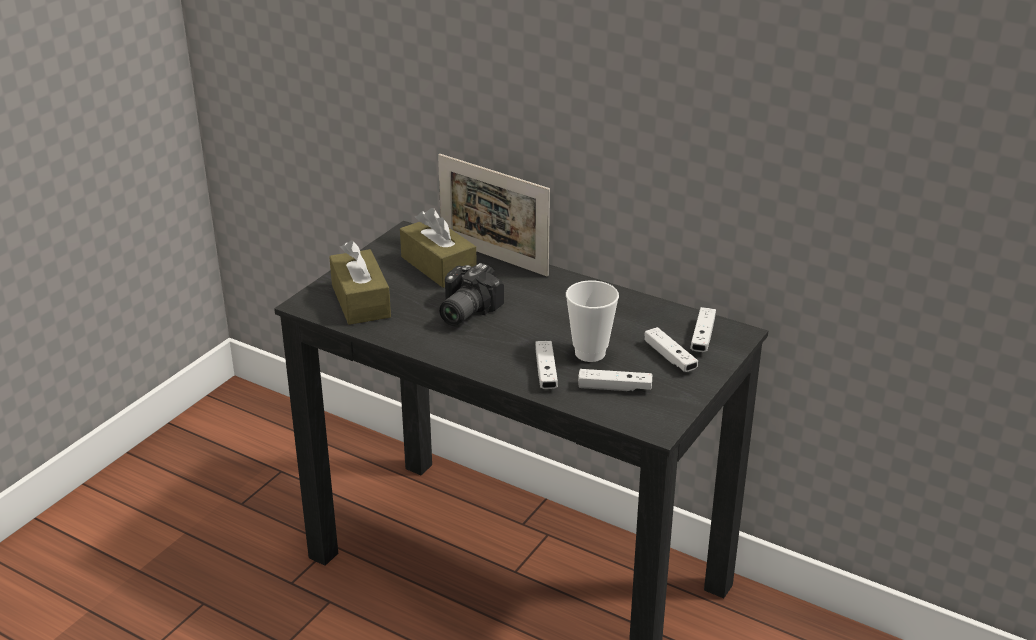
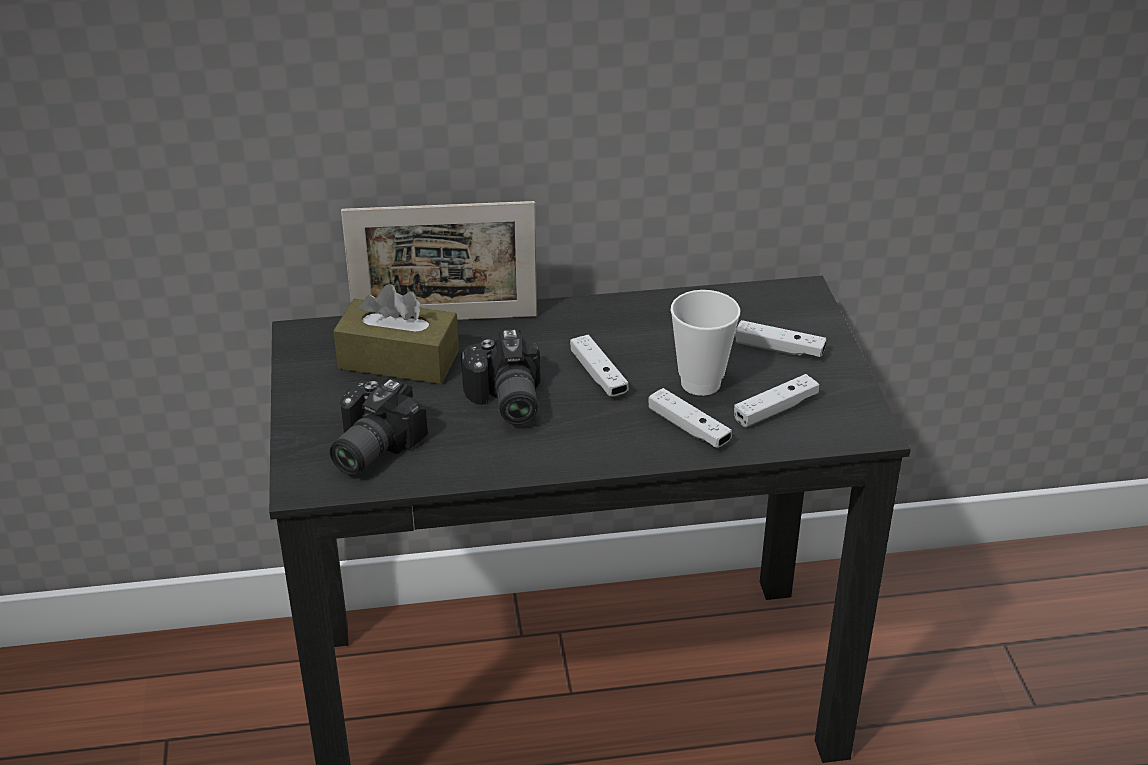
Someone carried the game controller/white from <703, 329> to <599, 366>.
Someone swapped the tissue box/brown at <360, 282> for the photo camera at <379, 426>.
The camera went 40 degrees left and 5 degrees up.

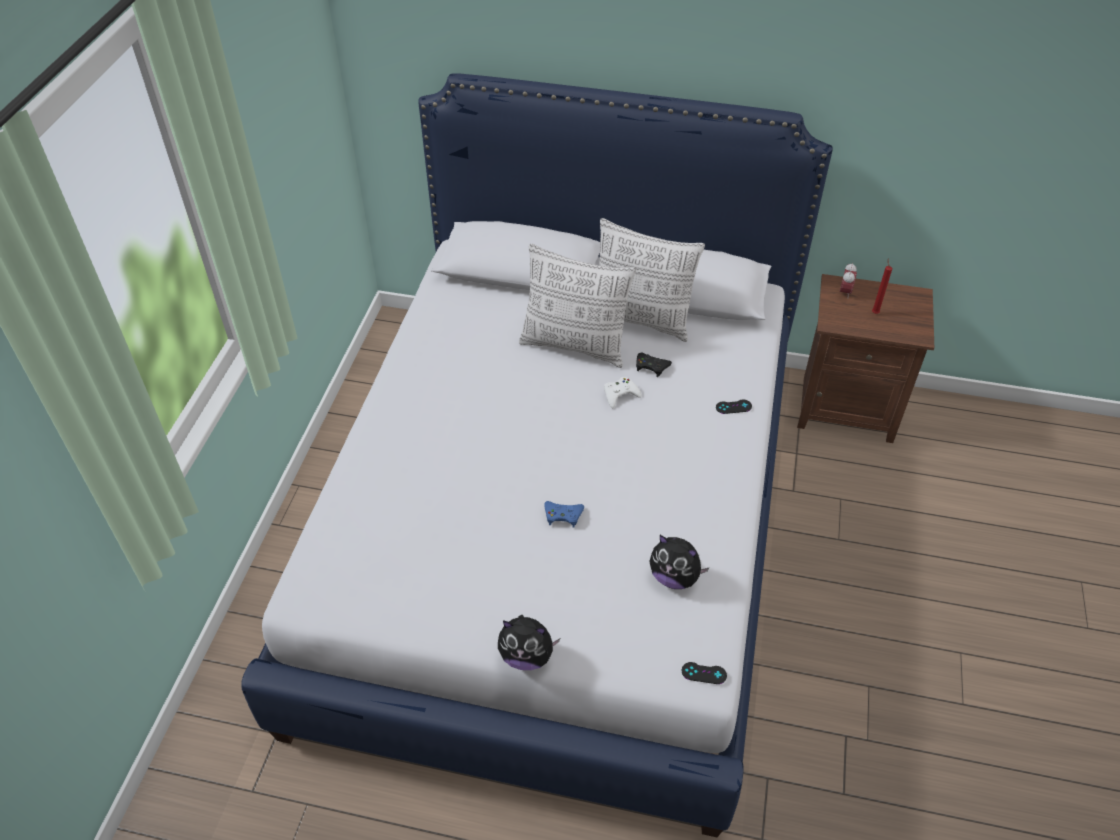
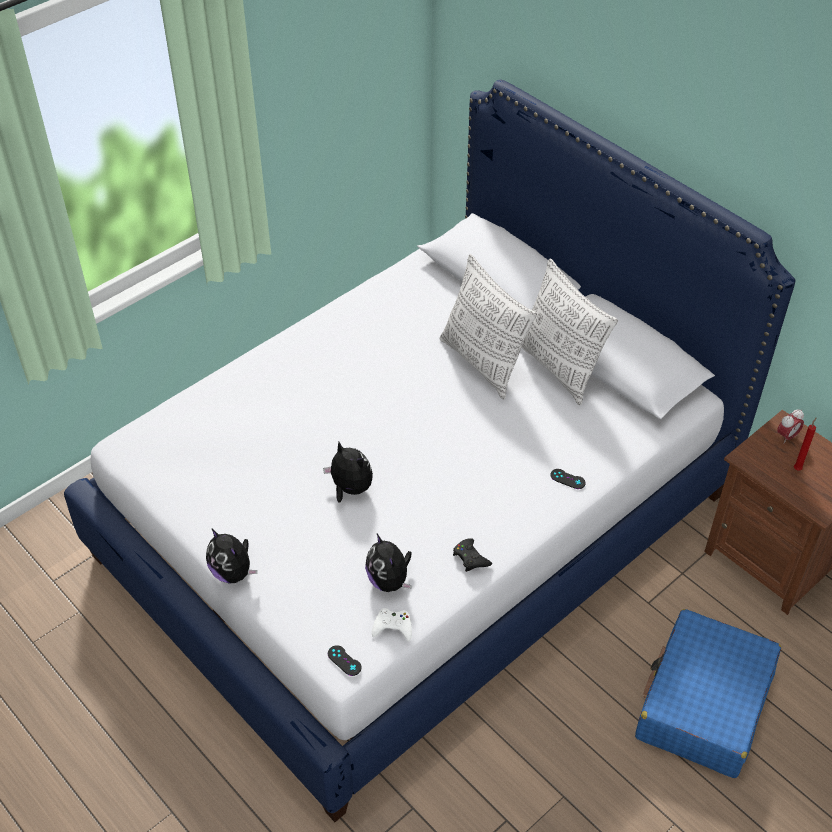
Someone put down the suitcase/blue at <708, 693>.
Someone carried the game controller/white from <623, 393> to <392, 625>.
Someone carried the game controller/black from <654, 365> to <472, 555>.
Someone swapped the game controller/blue at <564, 514> for the plush toy at <348, 472>.
The camera went 35 degrees right and 0 degrees up.

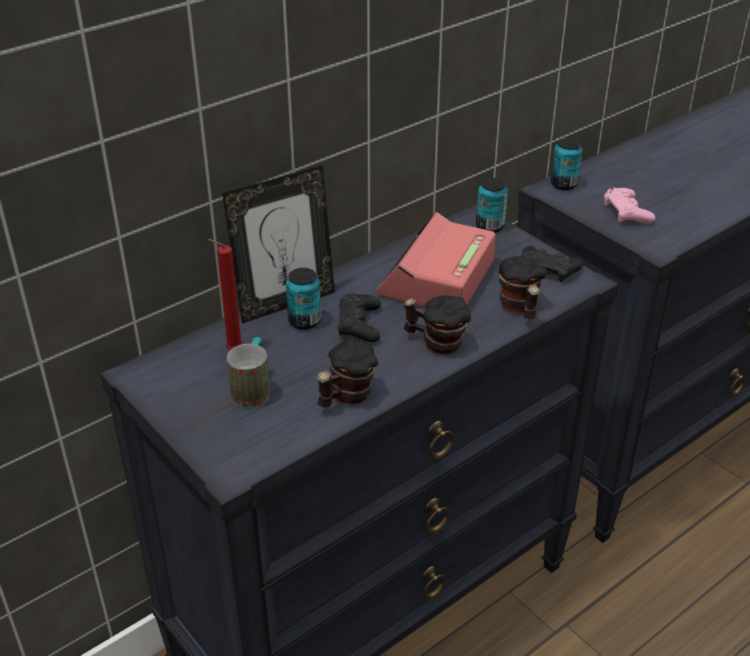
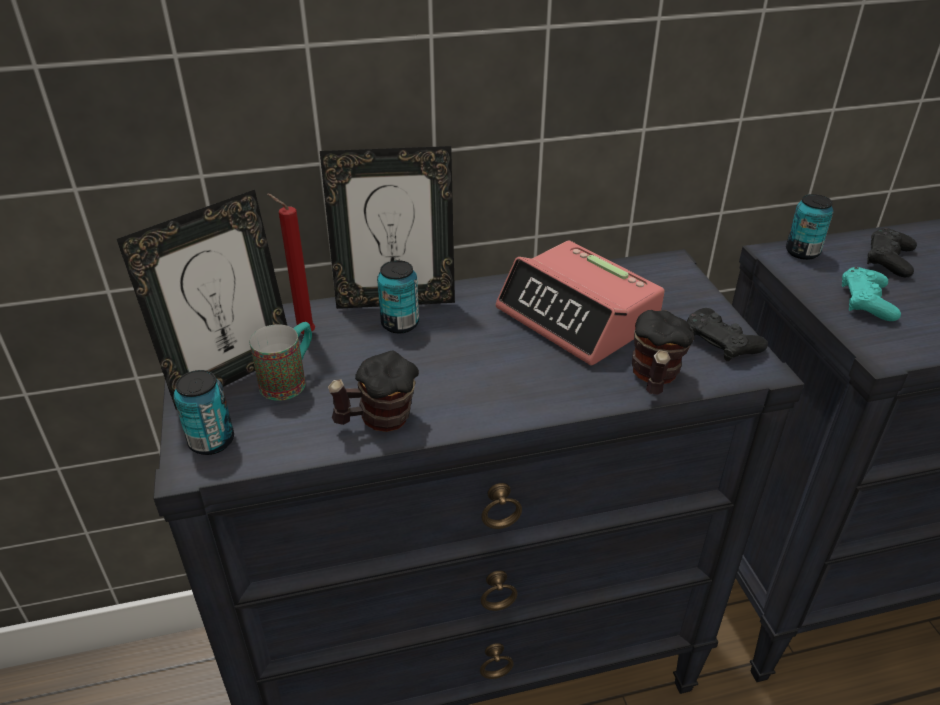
Someone took away the mug at <437, 325>.
Someone put down the picture frame at <202, 299>.
Someone carried the game controller/black from <359, 317> to <892, 253>.
Someone carried the can from <492, 205> to <204, 412>.
Someone repainted the game controller/pink at <629, 206>, which became the game controller/turquoise at <871, 294>.
Someone rotated the alarm clock at <436, 259> by 90 degrees counterclockwise.
The camera went 25 degrees right and 0 degrees up.

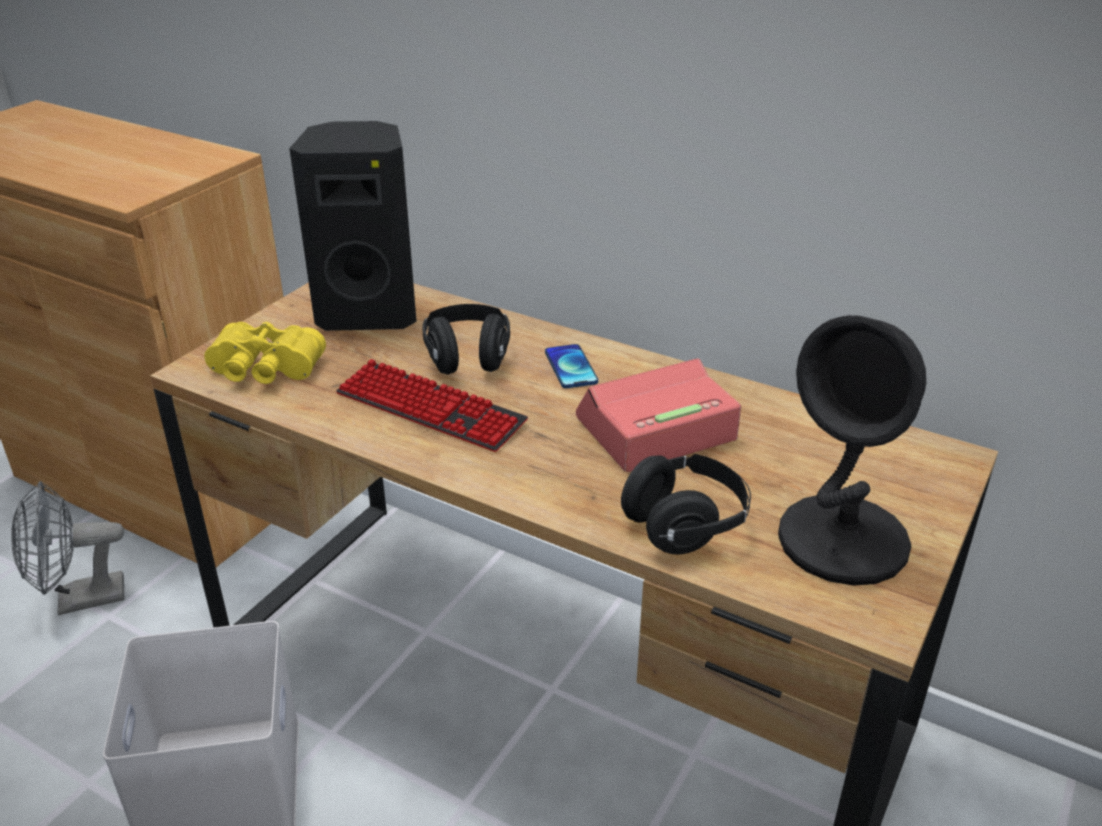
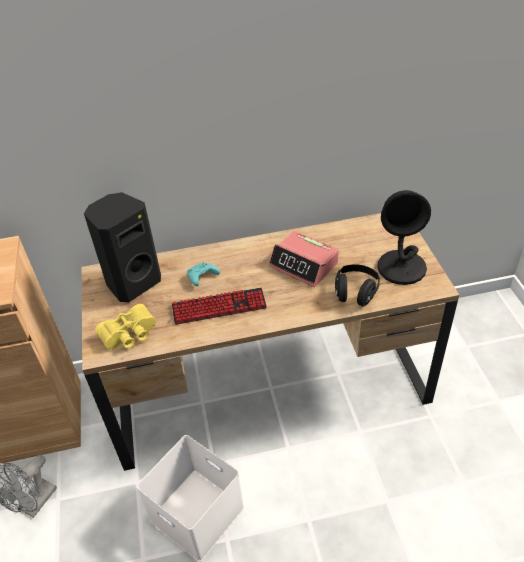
Someone took away the phone at <571, 366>.
Someone swapped the headphones/black at <466, 339> for the game controller/turquoise at <203, 274>.
Someone rotated the alarm clock at <658, 415> by 75 degrees counterclockwise.
The camera went 40 degrees left and 10 degrees up.

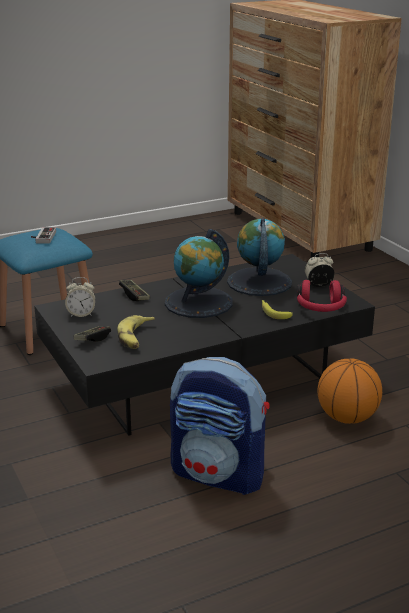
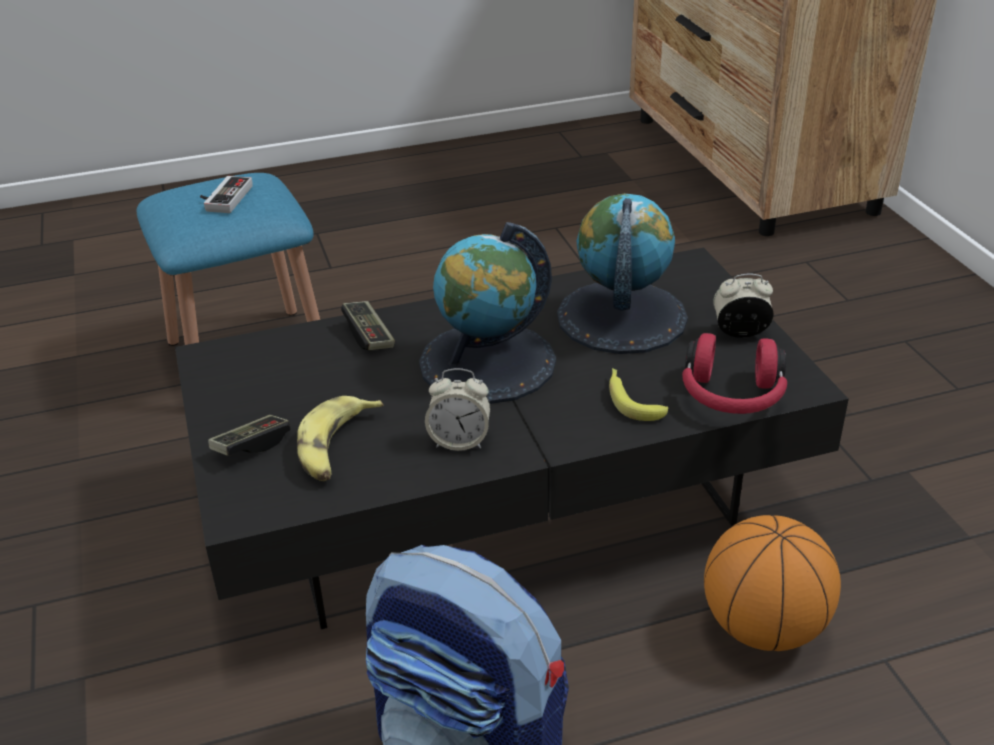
Someone carried the alarm clock from <80, 297> to <457, 409>.
The camera went 10 degrees right and 10 degrees up.

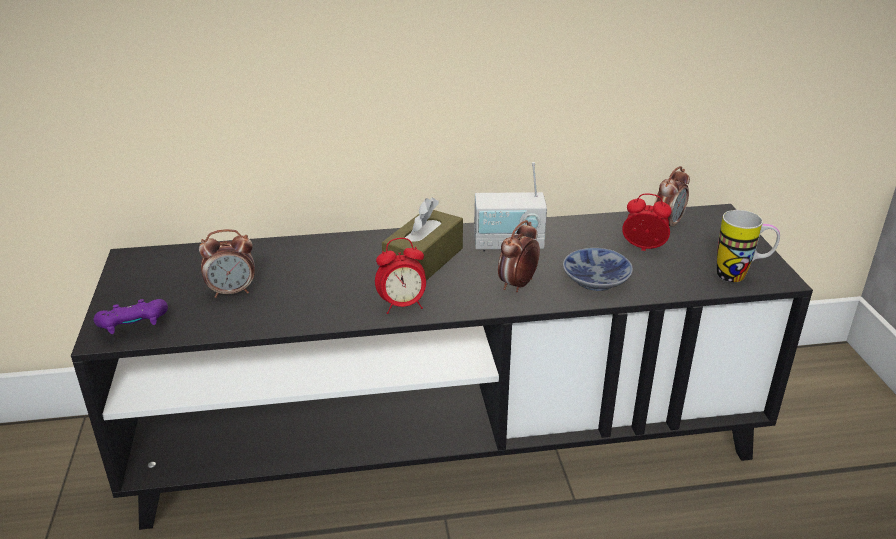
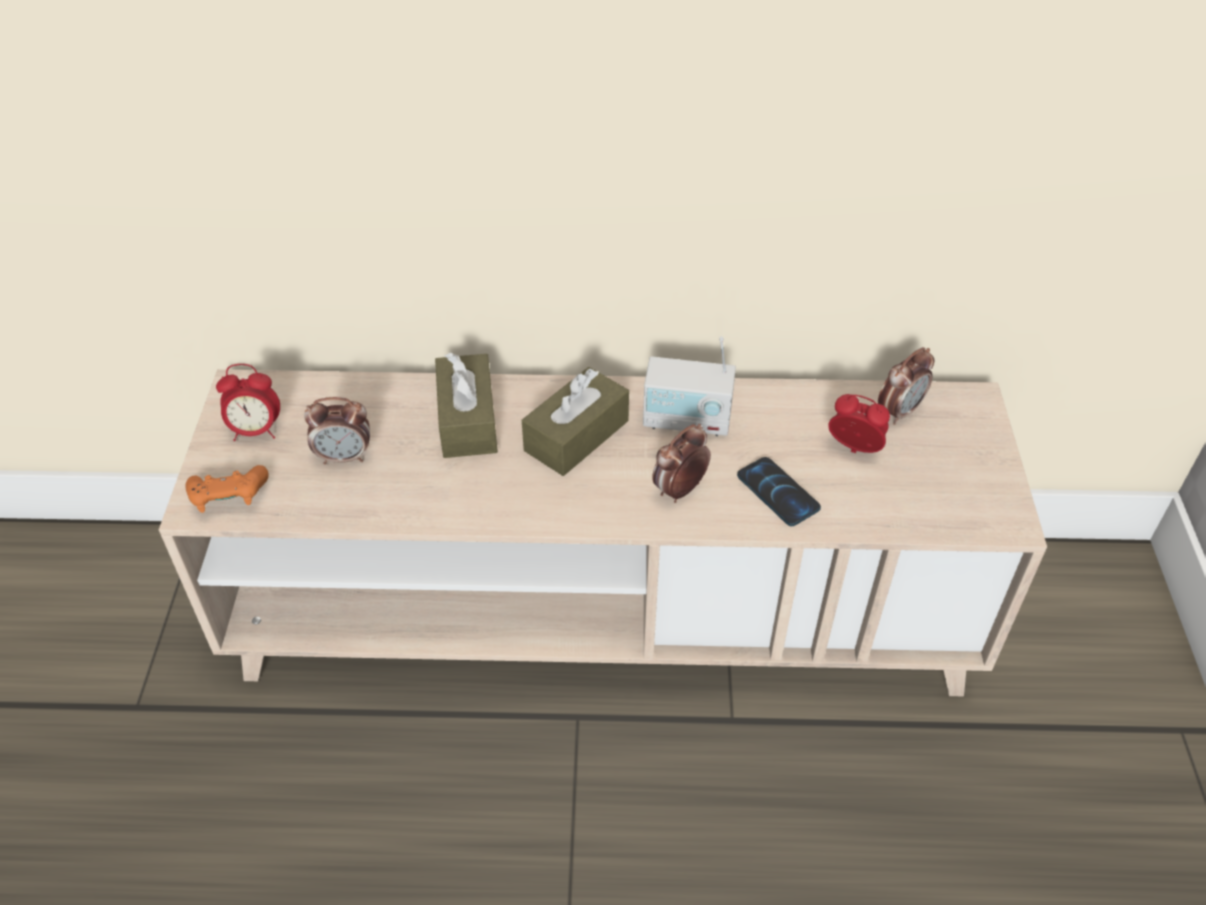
Someone took away the mug at <748, 246>.
Someone put down the tissue box/brown at <466, 405>.
Someone carried the alarm clock from <400, 276> to <248, 402>.
Someone swapped the bowl at <598, 269> for the phone at <779, 492>.
Someone repainted the tv stand/black at <442, 367>, which became the tv stand/beige at <603, 532>.
Someone repainted the game controller/purple at <131, 316>, which became the game controller/orange at <227, 489>.
The camera went 10 degrees right and 15 degrees up.

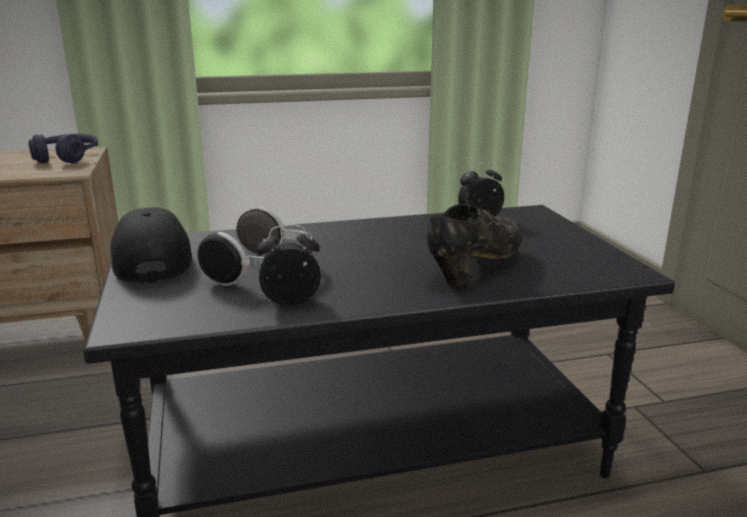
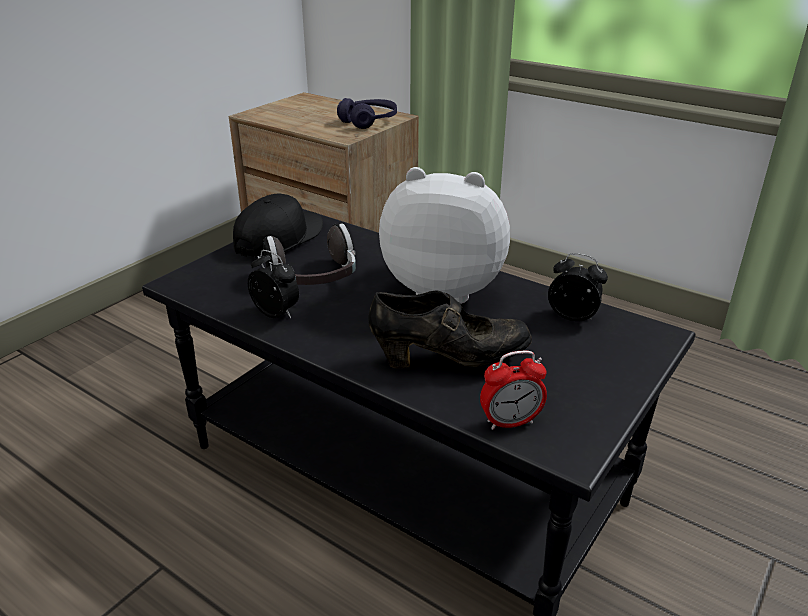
Someone put down the plush toy at <444, 235>.
Someone put down the alarm clock at <513, 390>.
The camera went 50 degrees right and 10 degrees up.

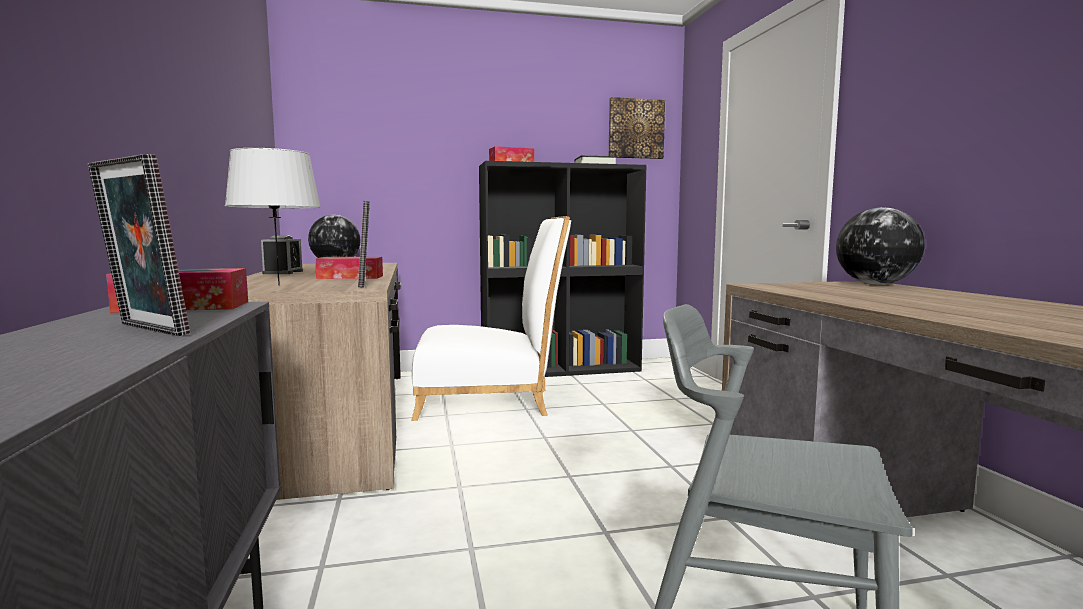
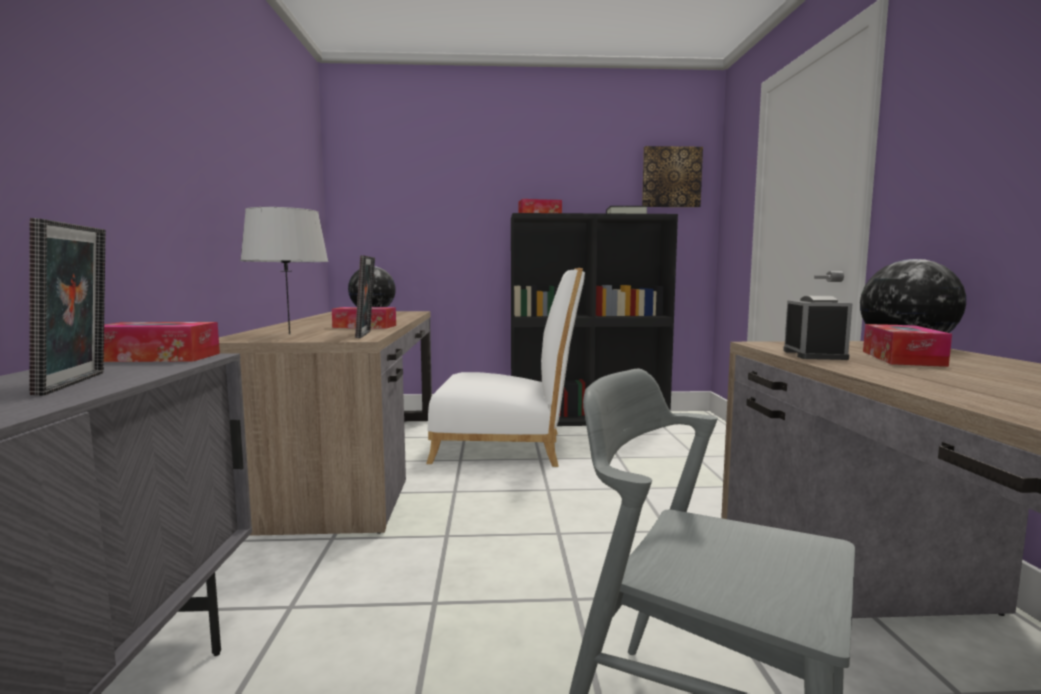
Someone put down the tissue box at <907, 345>.
Someone carried the alarm clock from <282, 255> to <818, 328>.
Someone rotated the picture frame at <139, 245> by 150 degrees counterclockwise.
The camera went 10 degrees right and 0 degrees up.

